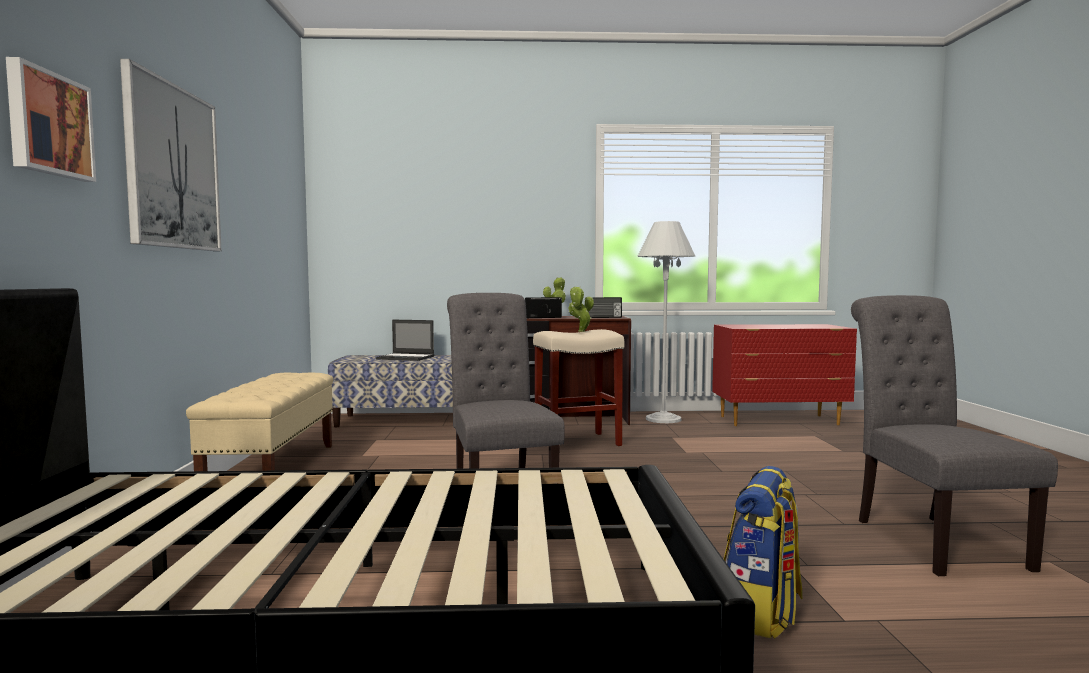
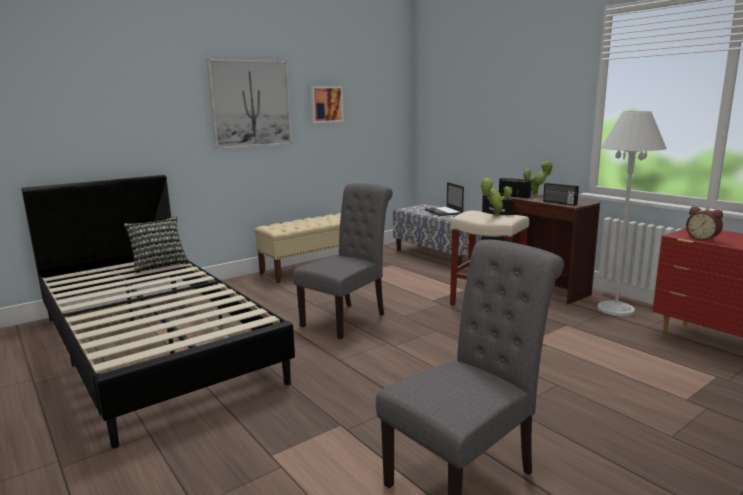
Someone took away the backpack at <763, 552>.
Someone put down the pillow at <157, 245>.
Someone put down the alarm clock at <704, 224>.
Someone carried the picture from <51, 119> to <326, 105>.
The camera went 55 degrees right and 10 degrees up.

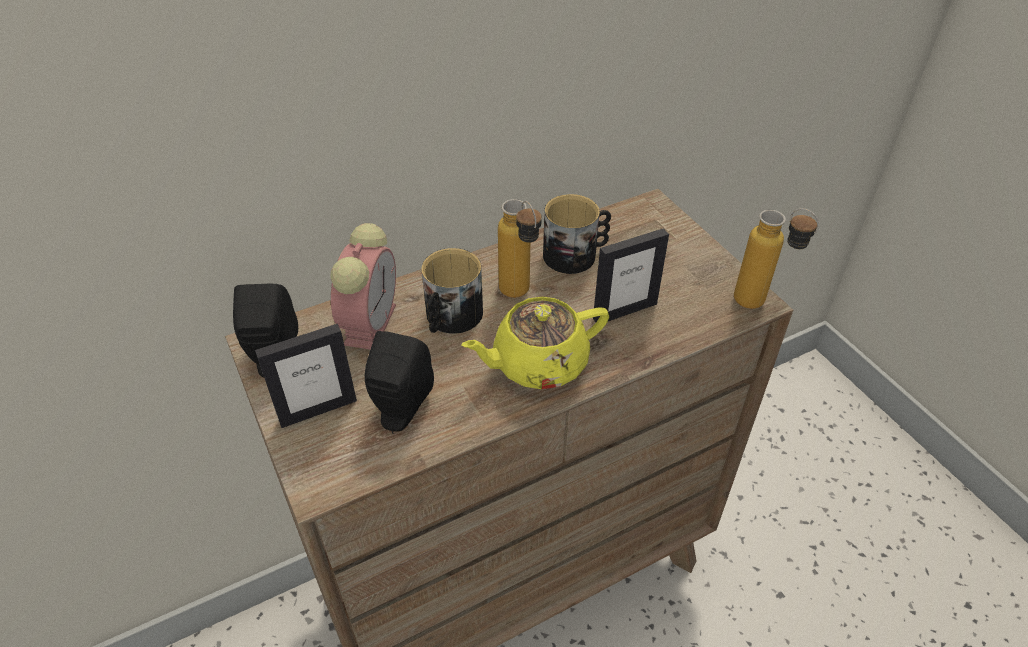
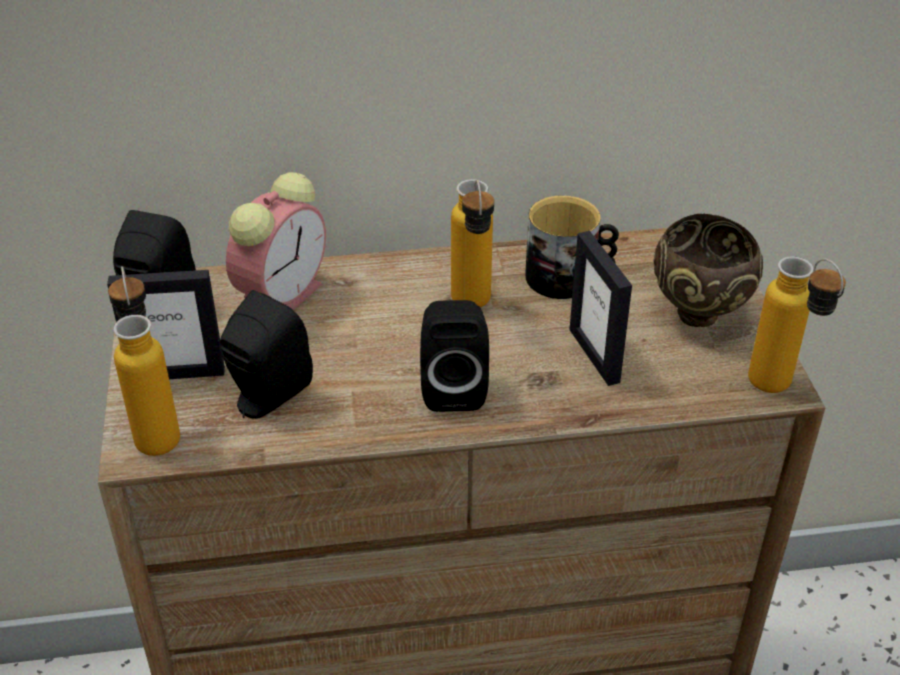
Someone took away the mug at <452, 291>.
Someone put down the bottle at <144, 361>.
Someone put down the bowl/brown at <708, 270>.
Someone swapped the teapot/yellow at <535, 343> for the speaker/black at <454, 356>.
Someone rotated the picture frame at <631, 275> by 75 degrees clockwise.
The camera went 20 degrees right and 5 degrees down.

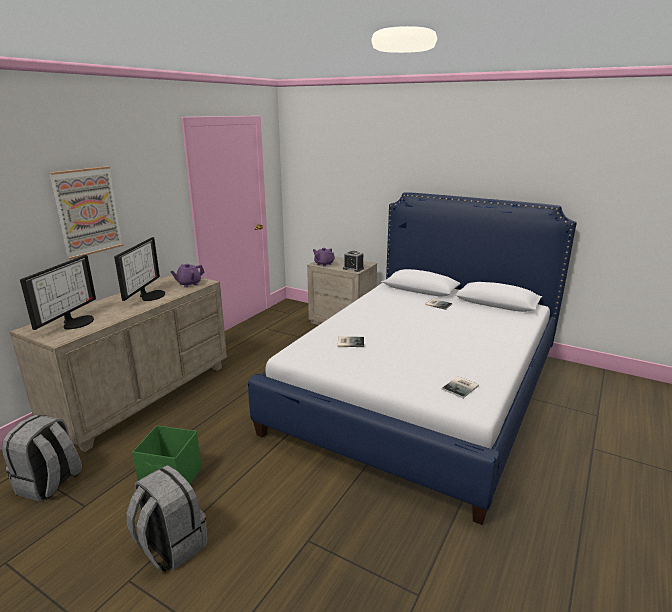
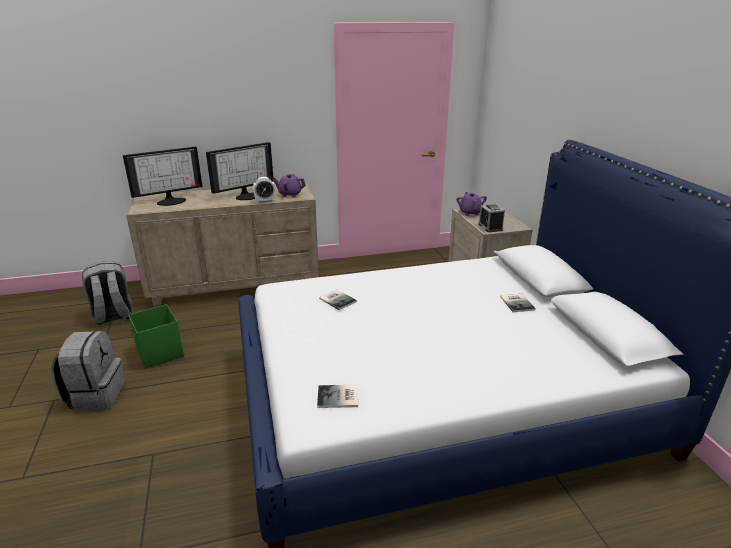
Someone took away the picture at <86, 213>.
Someone put down the alarm clock at <264, 190>.
The camera went 45 degrees right and 5 degrees up.

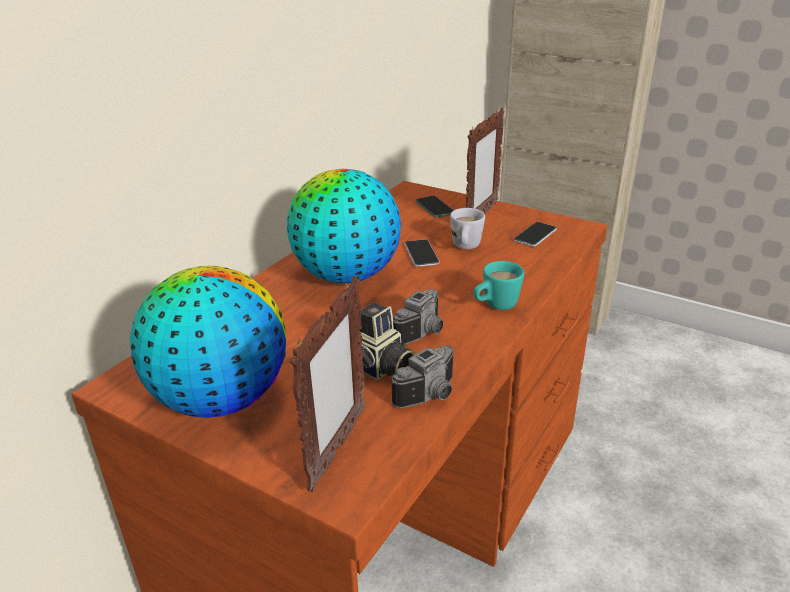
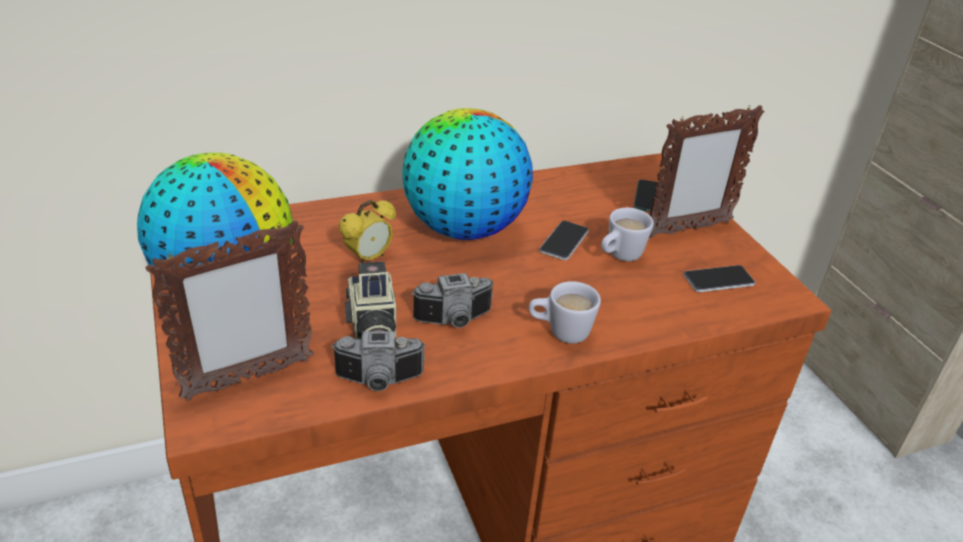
Someone put down the alarm clock at <367, 231>.
Someone repainted the mug/turquoise at <498, 285>, which became the mug/white at <565, 312>.
The camera went 35 degrees right and 5 degrees up.

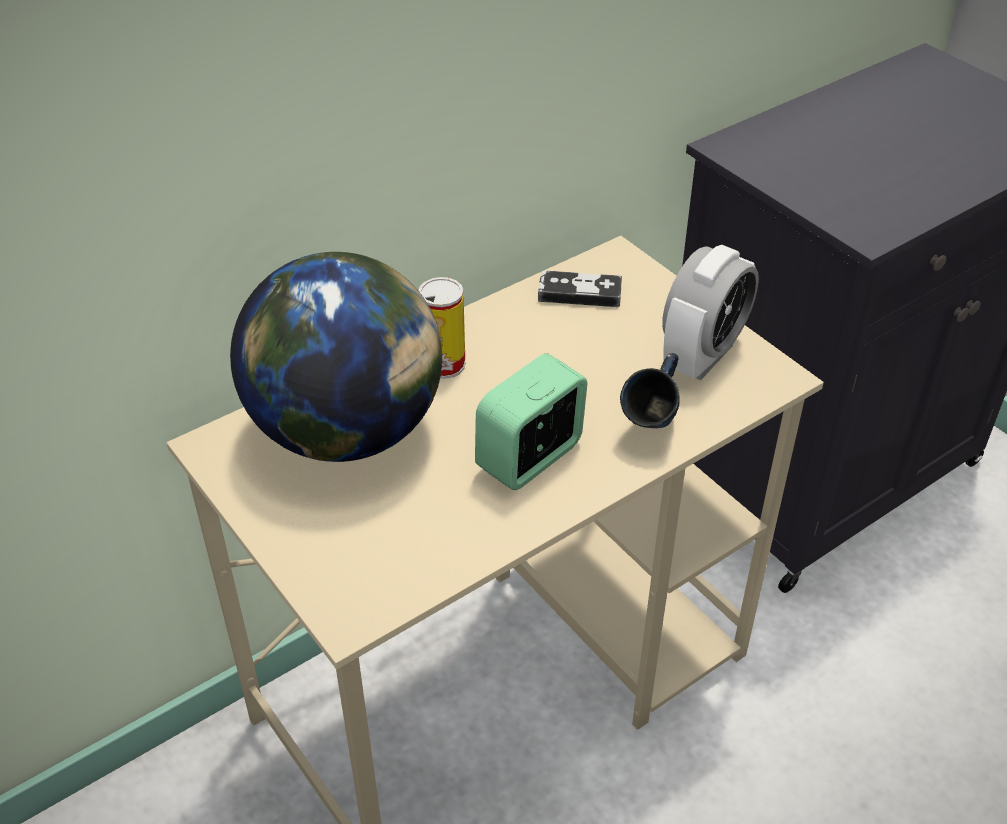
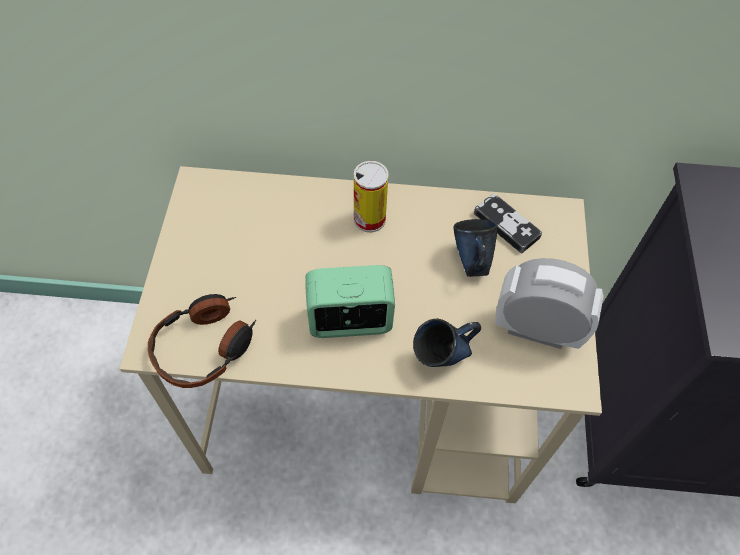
Someone took away the globe at <336, 357>.
Someone put down the headphones at <202, 341>.
Someone put down the mug/blue at <475, 248>.
Someone rotated the alarm clock at <710, 312> by 150 degrees counterclockwise.
The camera went 40 degrees right and 15 degrees up.

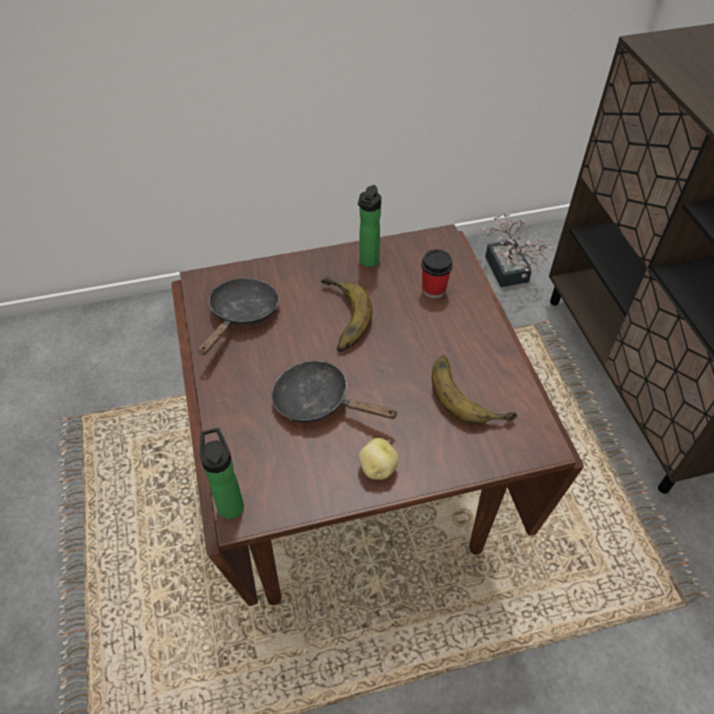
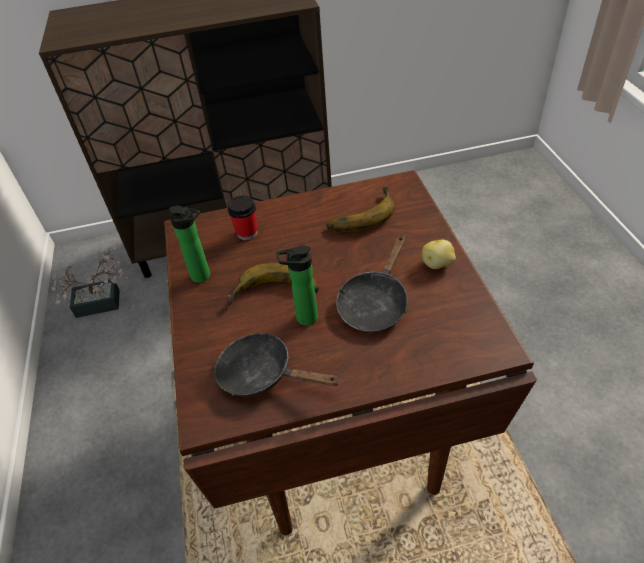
Someone carried the bottle from <222, 473> to <297, 285>.
The camera went 85 degrees left and 5 degrees down.

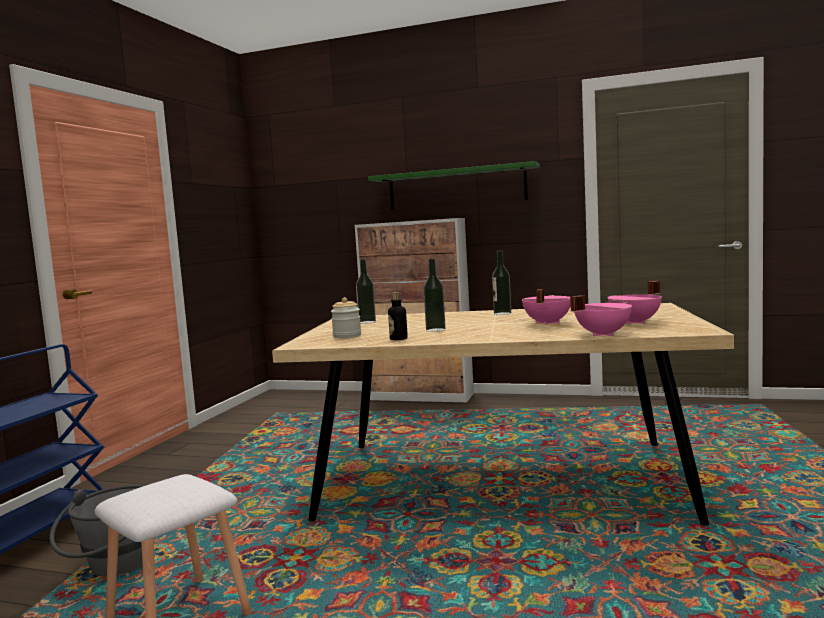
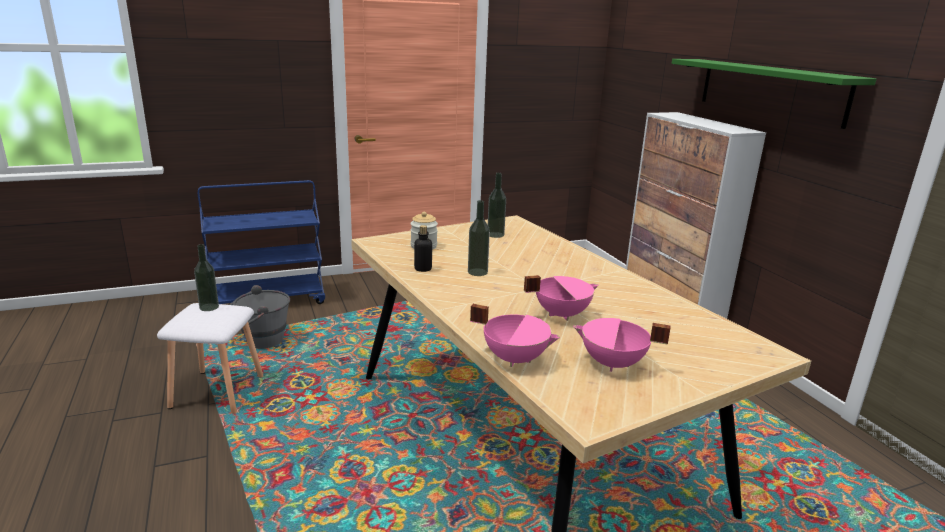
Someone carried the bottle from <501, 282> to <206, 277>.
The camera went 50 degrees right and 15 degrees up.

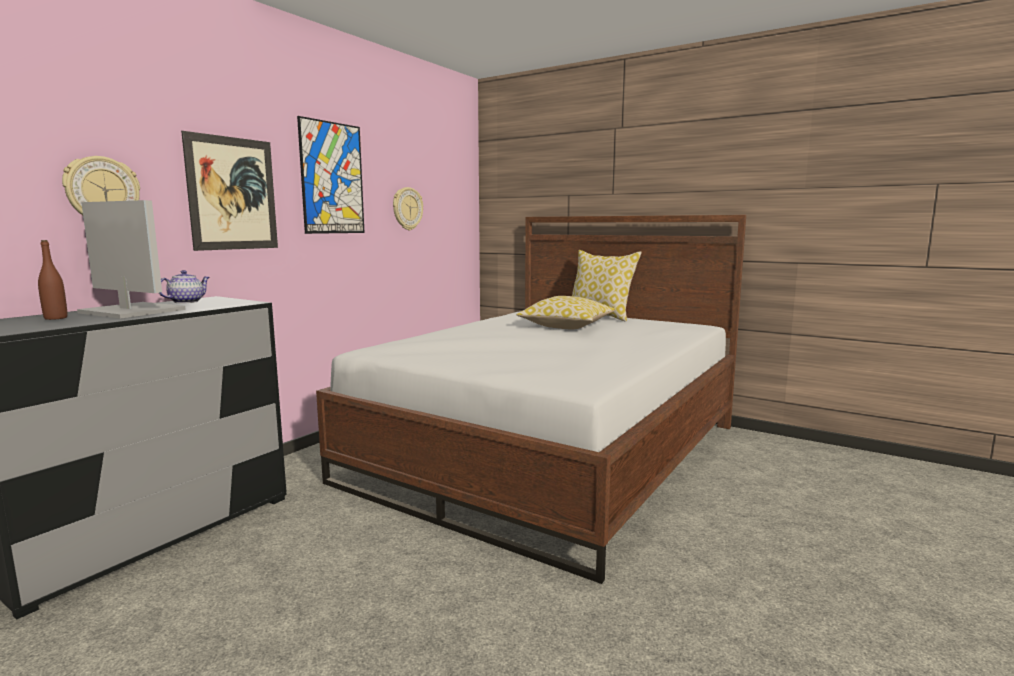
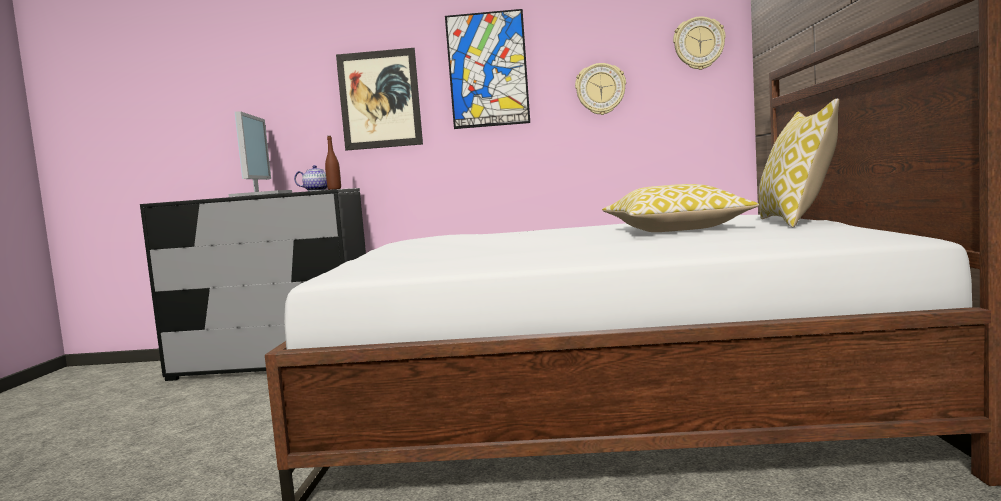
Someone carried the bottle/brown from <52, 280> to <333, 163>.
Someone carried the wall clock from <101, 185> to <699, 43>.
The camera went 60 degrees right and 5 degrees down.

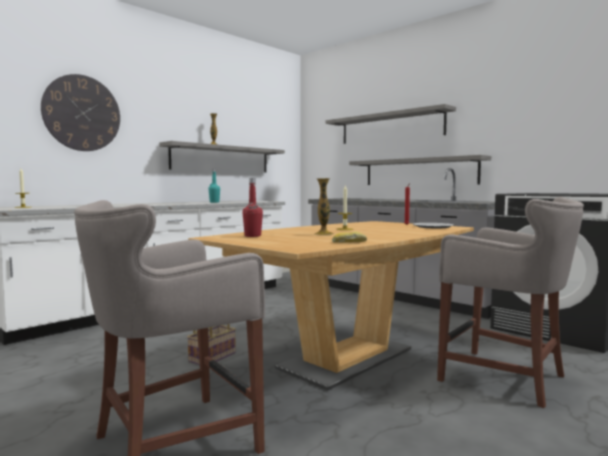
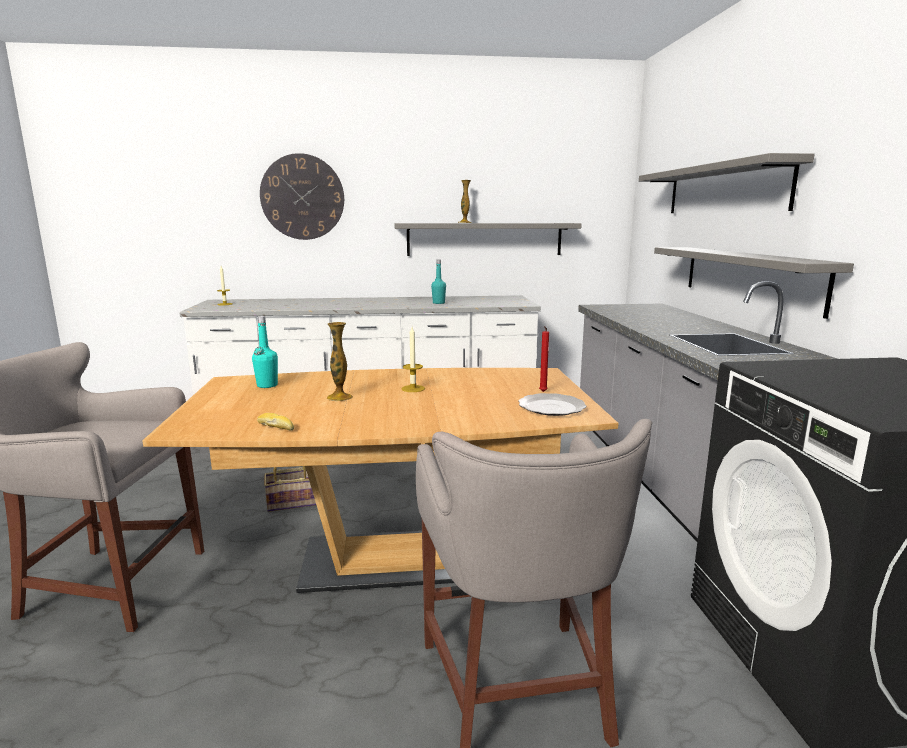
Someone repainted the bottle/red at <253, 207>, which became the bottle/turquoise at <265, 352>.
The camera went 40 degrees right and 10 degrees up.

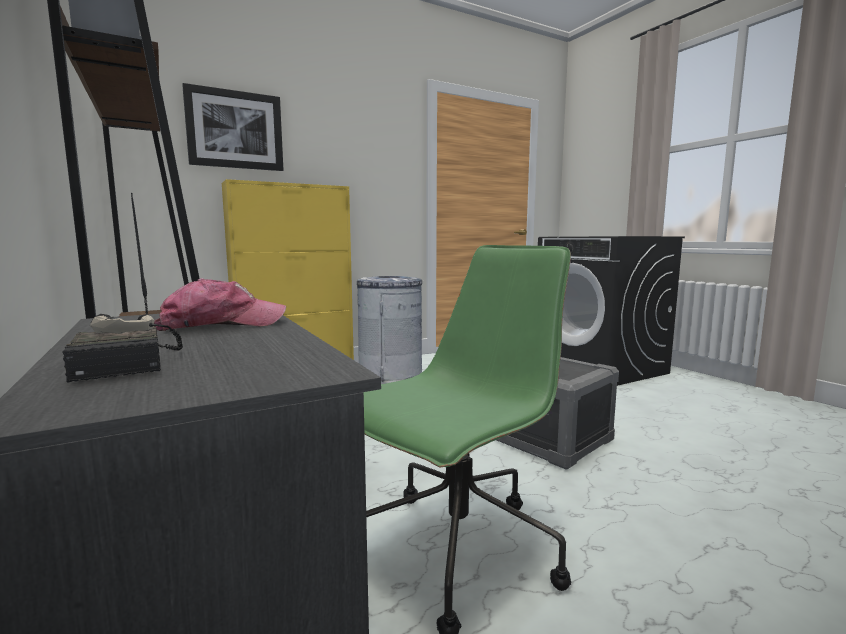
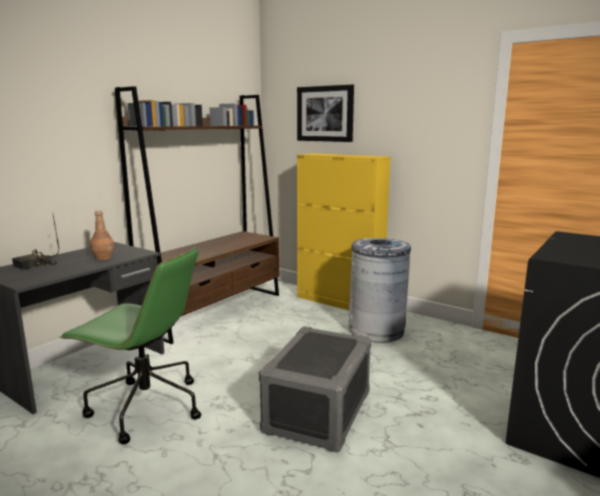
Someone swapped the cap at <220, 304> for the bottle/brown at <102, 235>.
The camera went 65 degrees right and 5 degrees up.

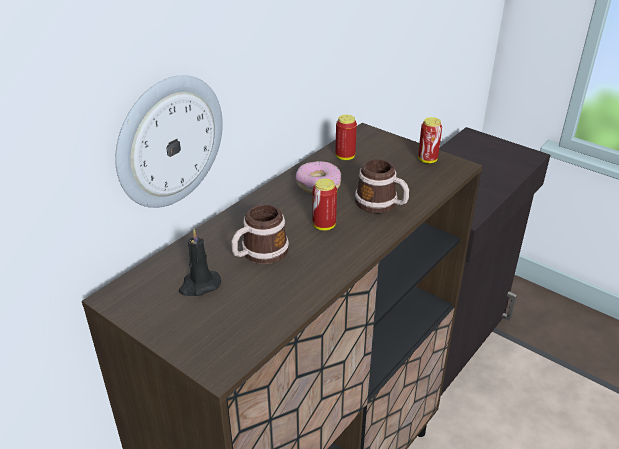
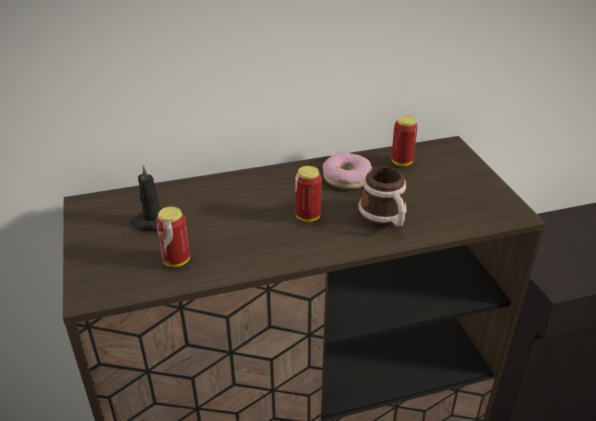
Someone took away the wall clock at <169, 141>.
Someone took away the mug at <260, 234>.
Someone carried the can from <430, 140> to <173, 237>.
The camera went 35 degrees right and 0 degrees up.

